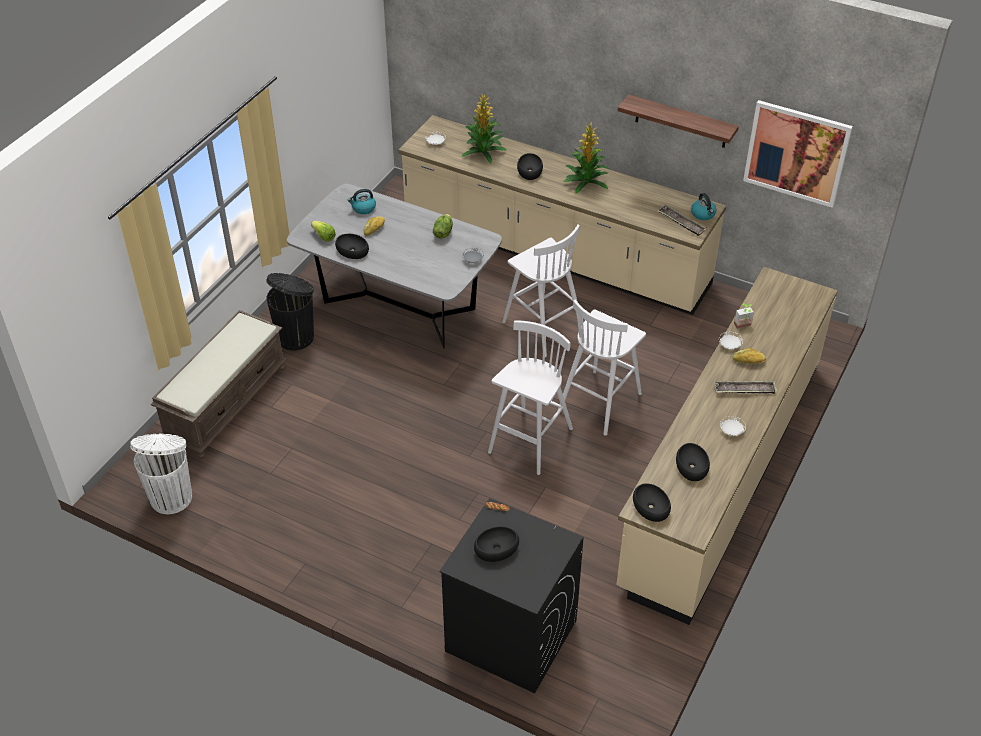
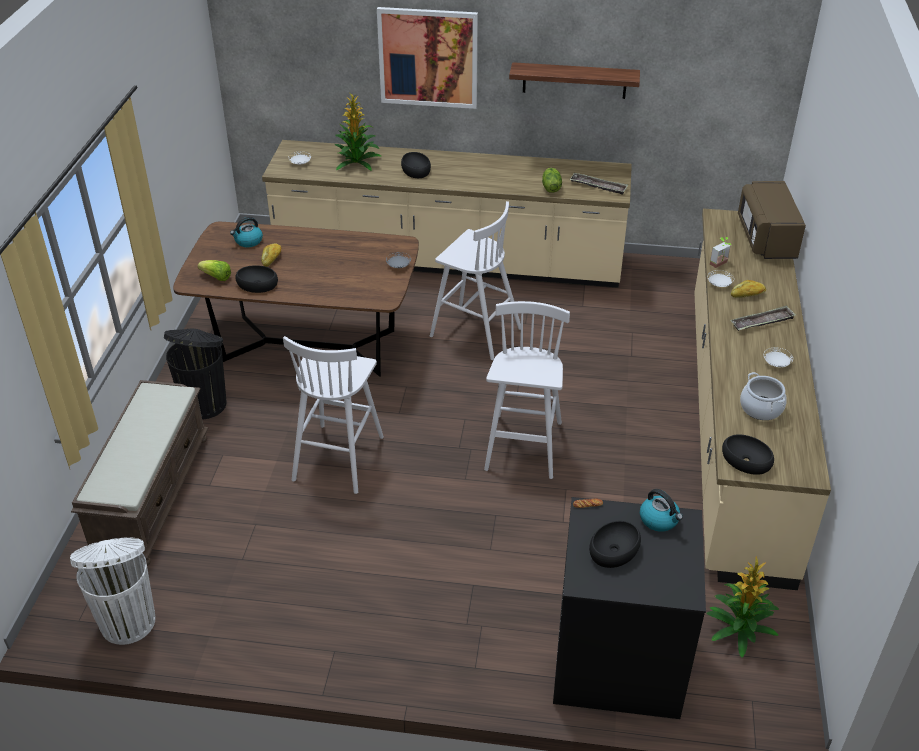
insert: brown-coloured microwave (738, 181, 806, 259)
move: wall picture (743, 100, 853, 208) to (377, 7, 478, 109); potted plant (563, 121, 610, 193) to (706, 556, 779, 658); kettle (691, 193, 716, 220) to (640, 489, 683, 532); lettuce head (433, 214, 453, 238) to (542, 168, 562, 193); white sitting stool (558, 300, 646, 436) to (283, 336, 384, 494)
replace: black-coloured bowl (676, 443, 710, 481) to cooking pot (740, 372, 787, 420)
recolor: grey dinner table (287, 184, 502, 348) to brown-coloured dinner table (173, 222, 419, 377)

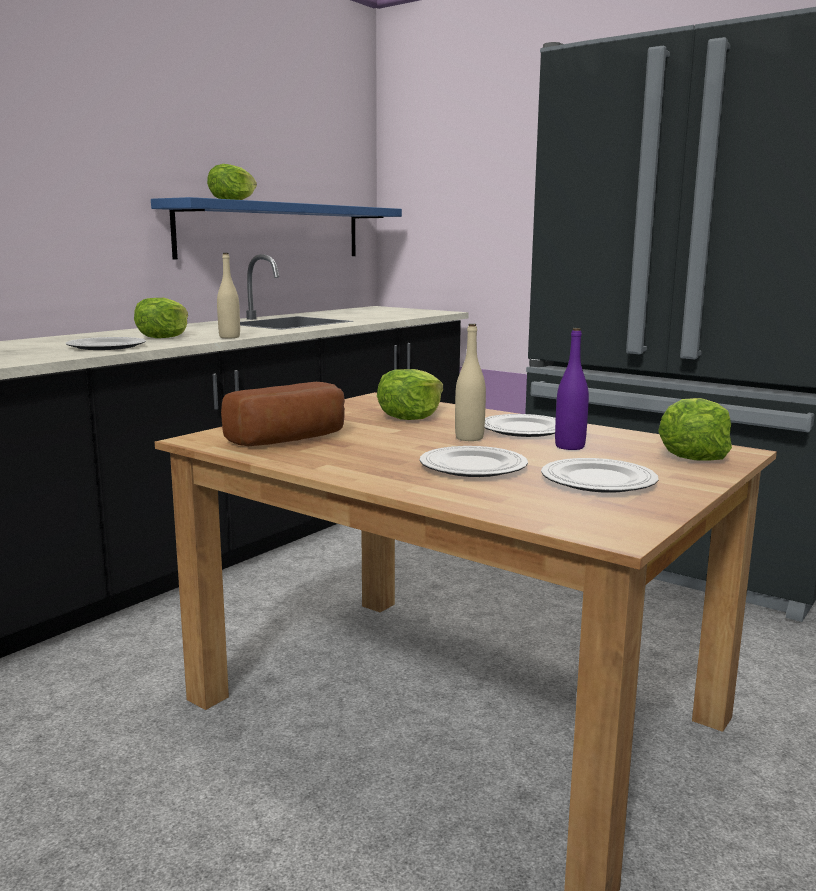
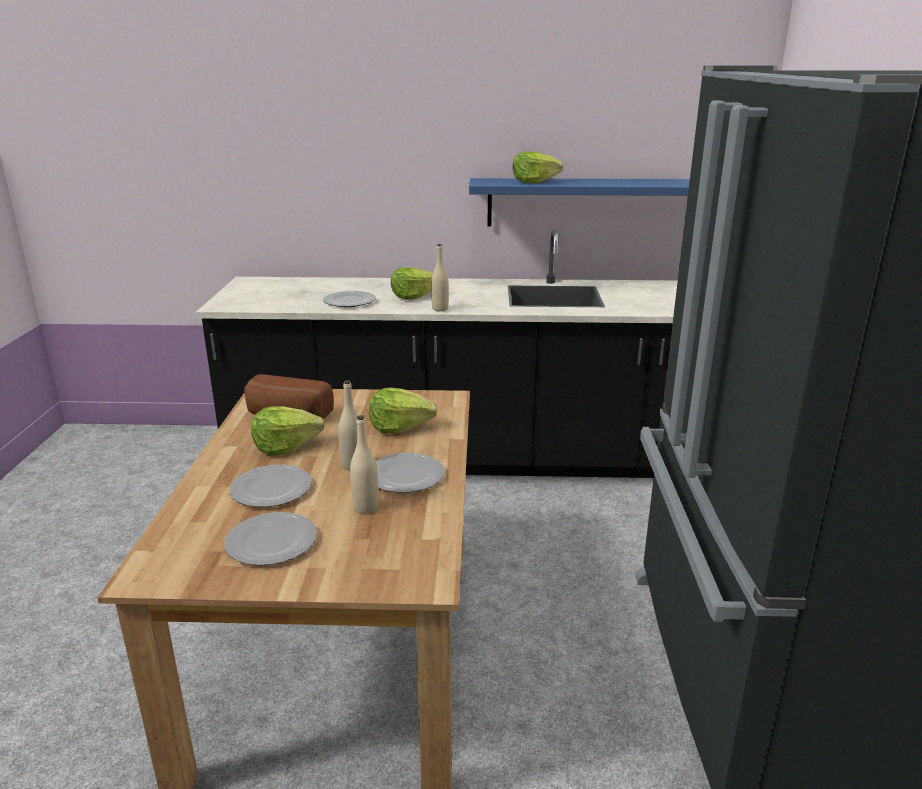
move: lettuce head (658, 398, 732, 461) to (251, 406, 325, 455)
recolor: purple drink bottle (555, 328, 589, 450) to beige drink bottle (350, 415, 379, 514)

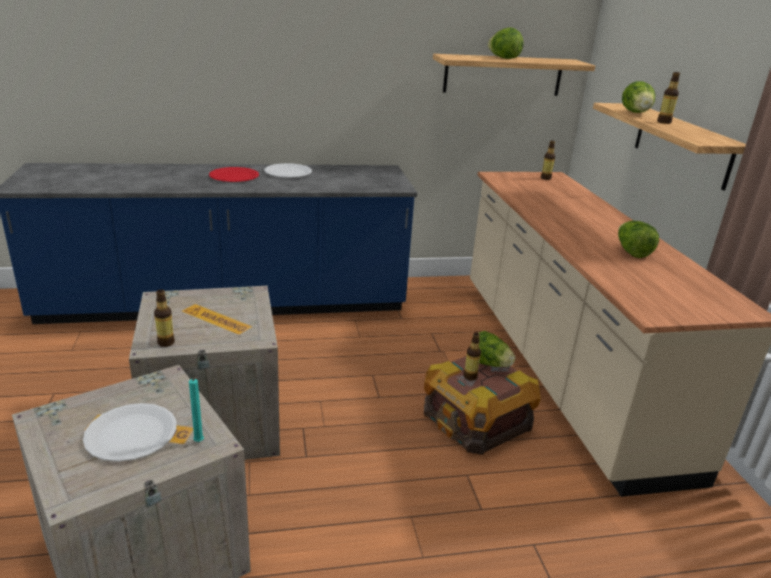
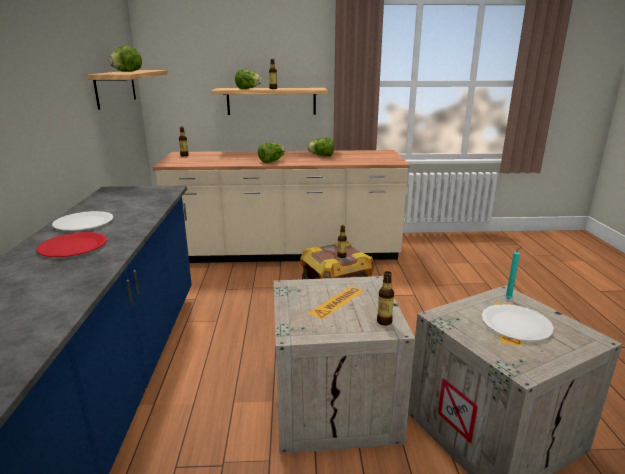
move: lettuce head (470, 331, 515, 367) to (258, 142, 285, 163)

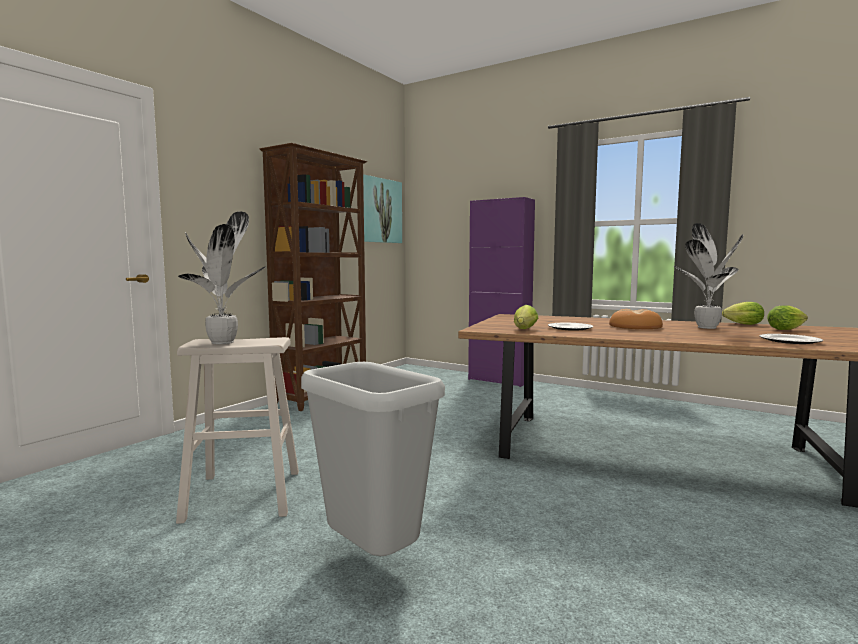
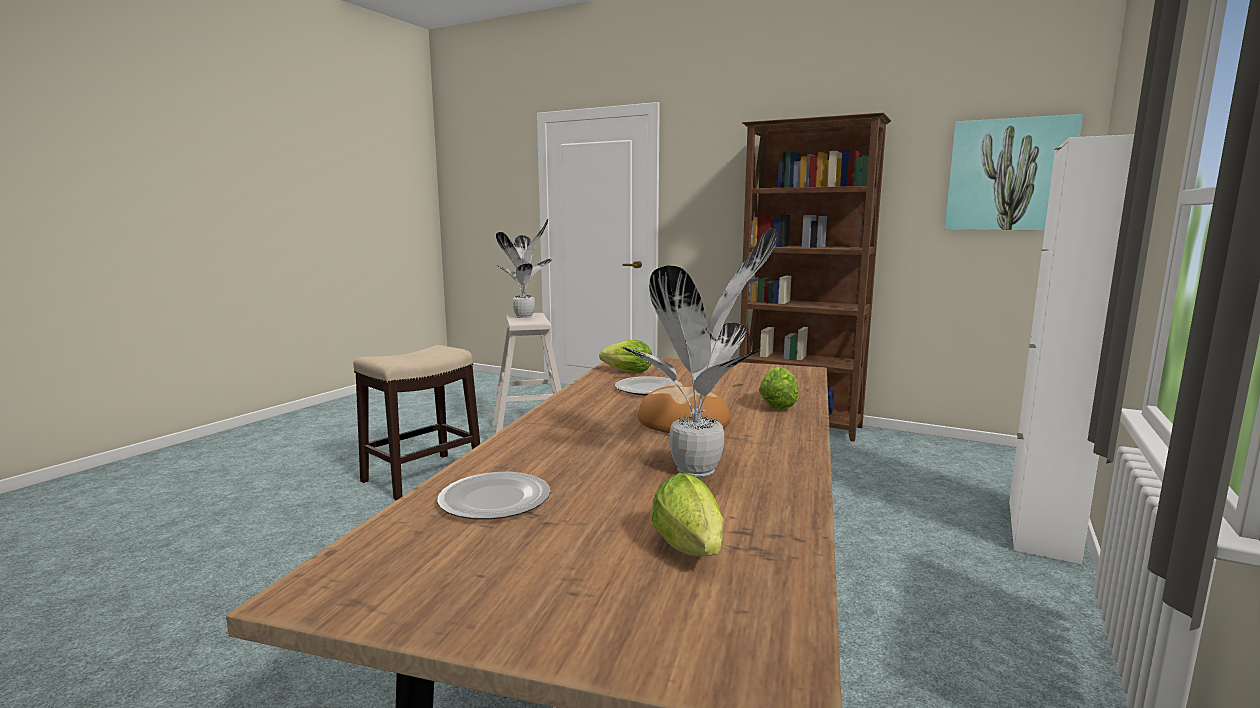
move: lettuce head (722, 302, 764, 325) to (759, 367, 798, 410)
replace: grey trash can (301, 362, 445, 556) to sitting stool (353, 345, 480, 500)
recolor: purple cupboard (468, 197, 535, 387) to white cupboard (1009, 134, 1134, 564)

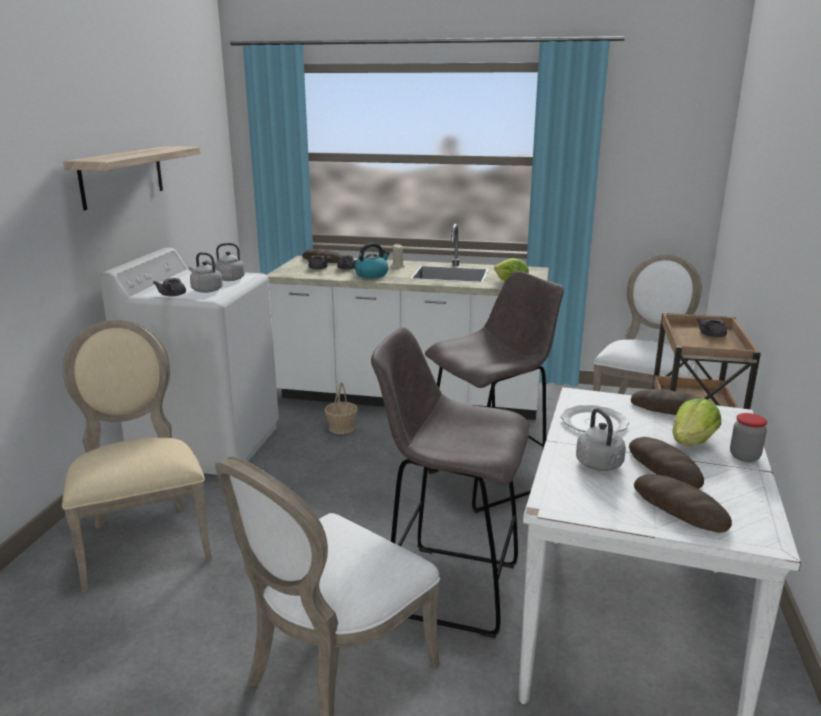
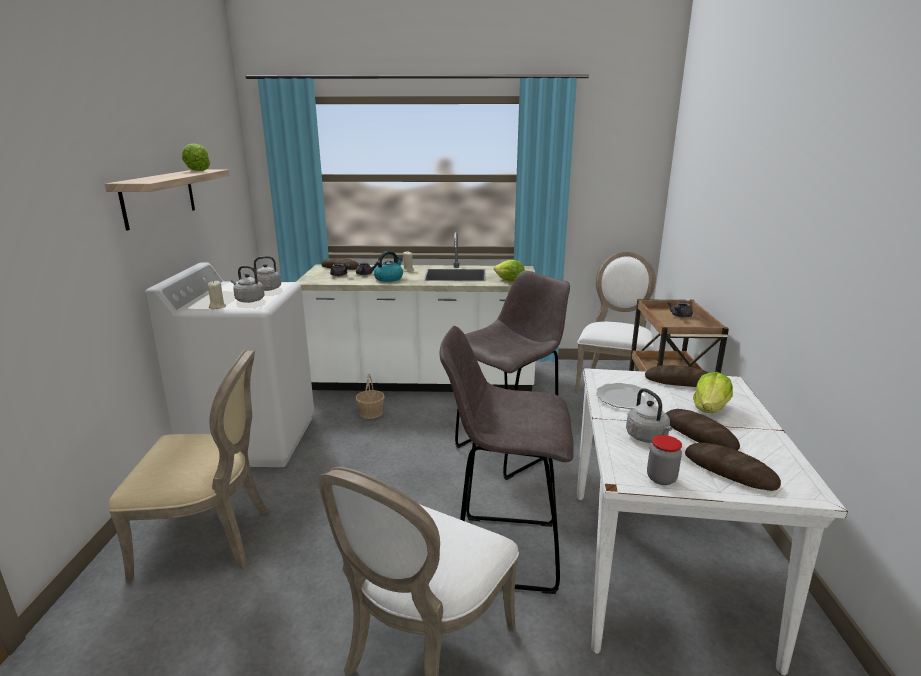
insert: lettuce head (182, 143, 210, 171)
move: preserve jar (730, 413, 767, 462) to (647, 435, 682, 485)
replace: grey tea pot (153, 278, 186, 296) to beige wax light (208, 280, 226, 309)
rotate: beige upright chair (62, 320, 212, 592) = (108, 349, 269, 583) 120 degrees clockwise

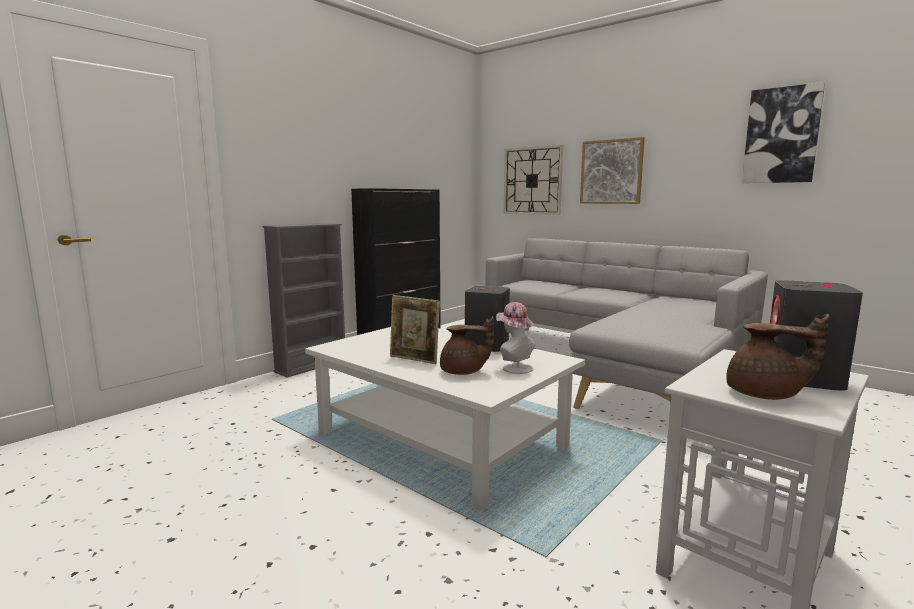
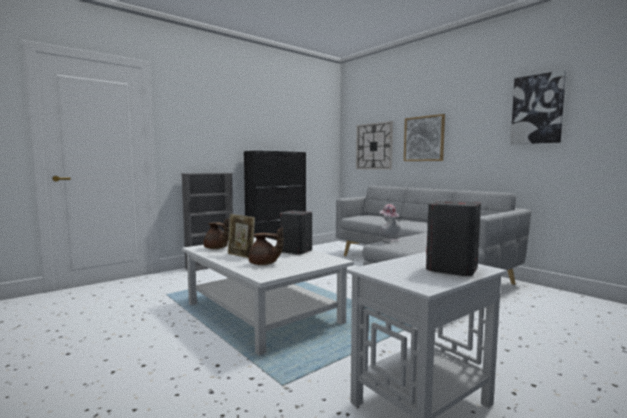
move: hat (496, 302, 535, 374) to (379, 204, 401, 242); brown-coloured tea pot (726, 314, 829, 400) to (204, 218, 229, 249)

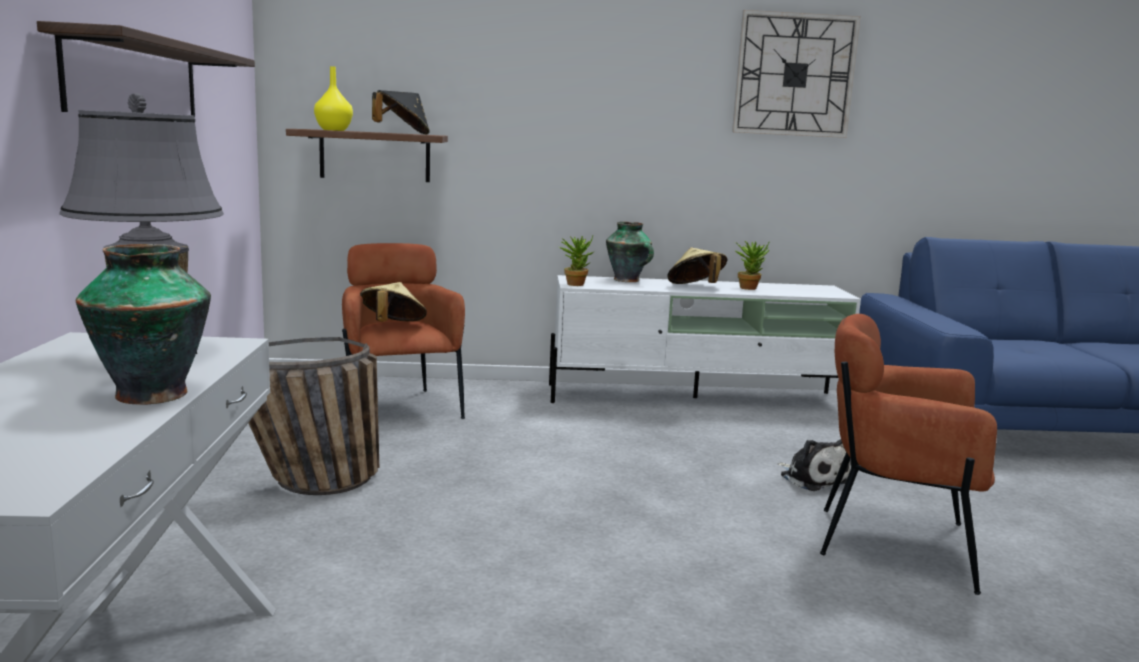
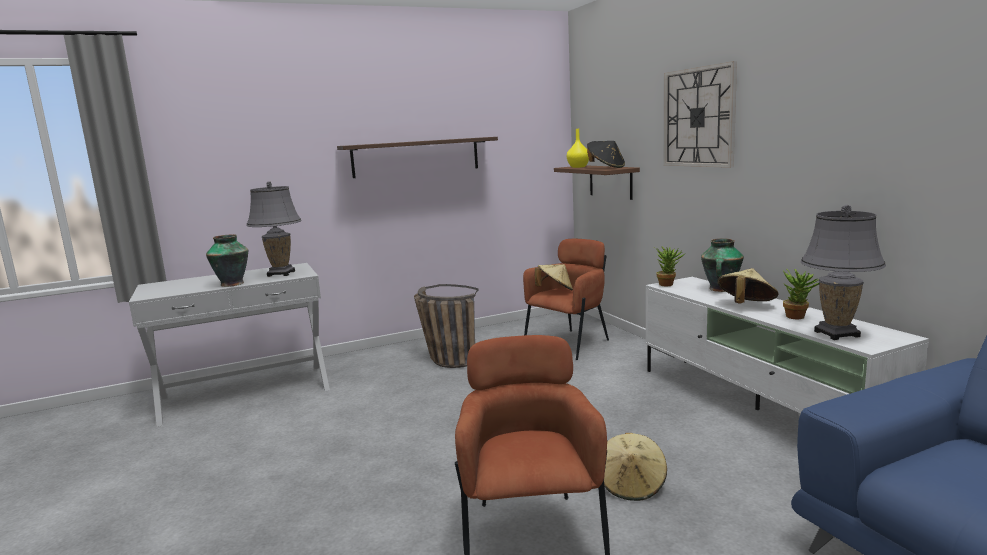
insert: grey tabletop lamp (801, 205, 886, 340)
move: hanging clock (732, 10, 861, 138) to (664, 61, 737, 168)
replace: cuddly toy (777, 439, 850, 491) to beige hat (604, 433, 667, 501)

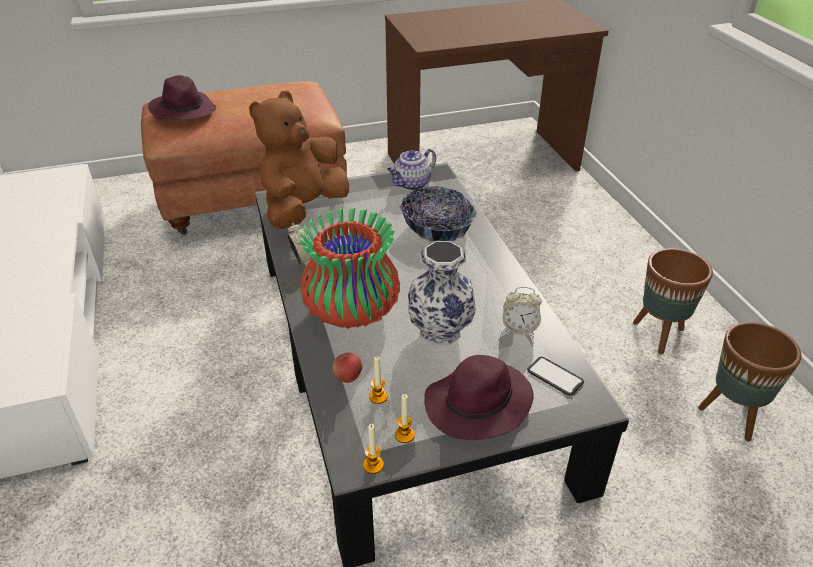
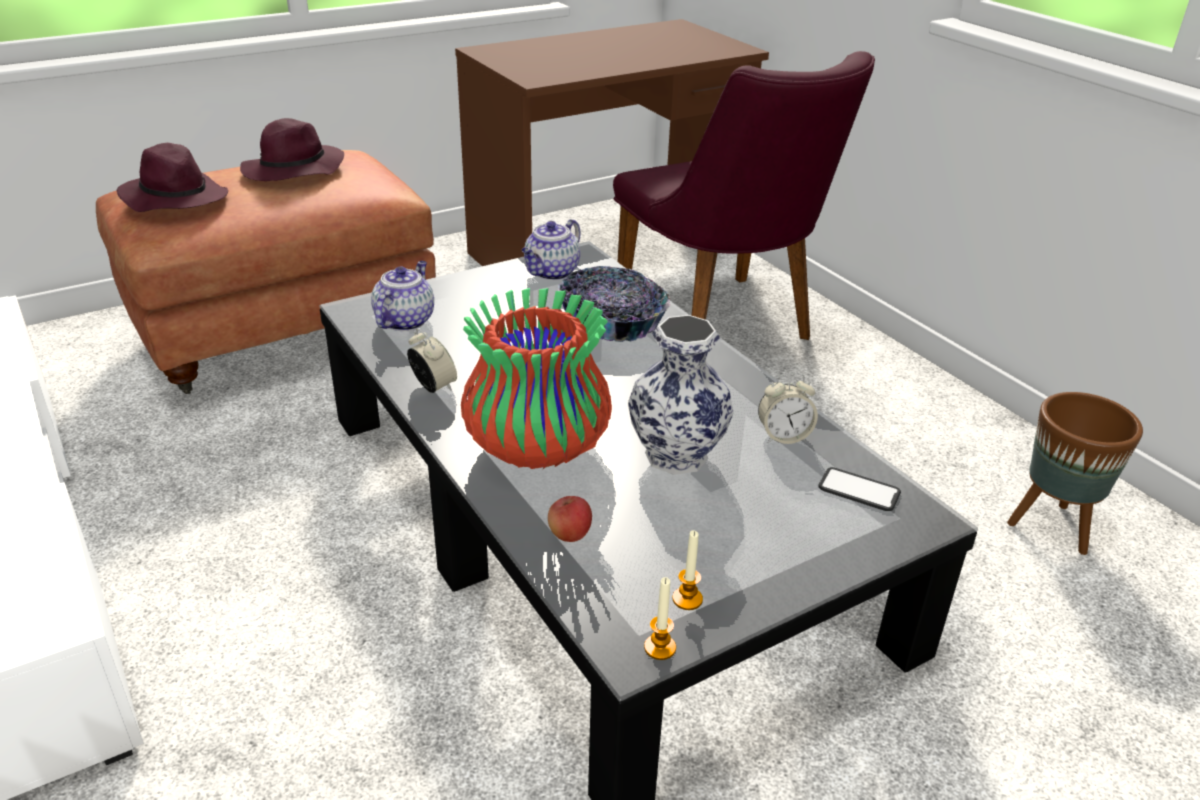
delete: brown-coloured flower pot (633, 248, 713, 354); wax light (369, 357, 388, 404)
insert: purple upright chair (613, 51, 875, 340)
move: purple hat (424, 355, 534, 440) to (240, 118, 344, 181)
replace: brown-coloured cuddly toy (249, 91, 349, 229) to tea pot (371, 261, 434, 331)

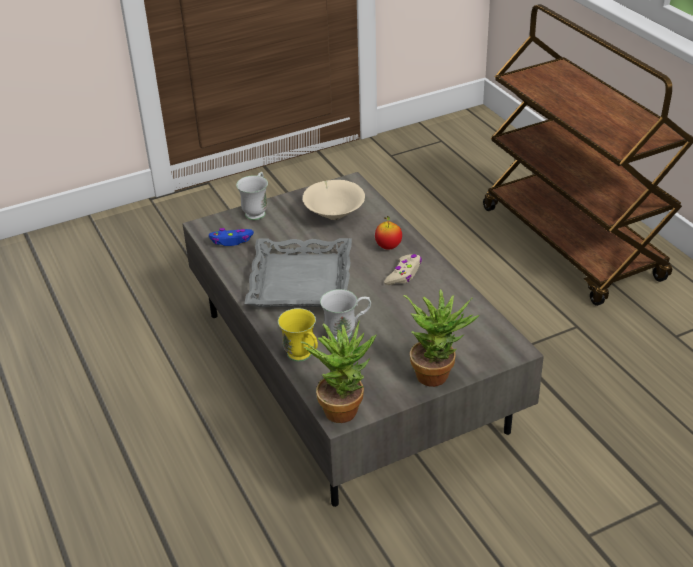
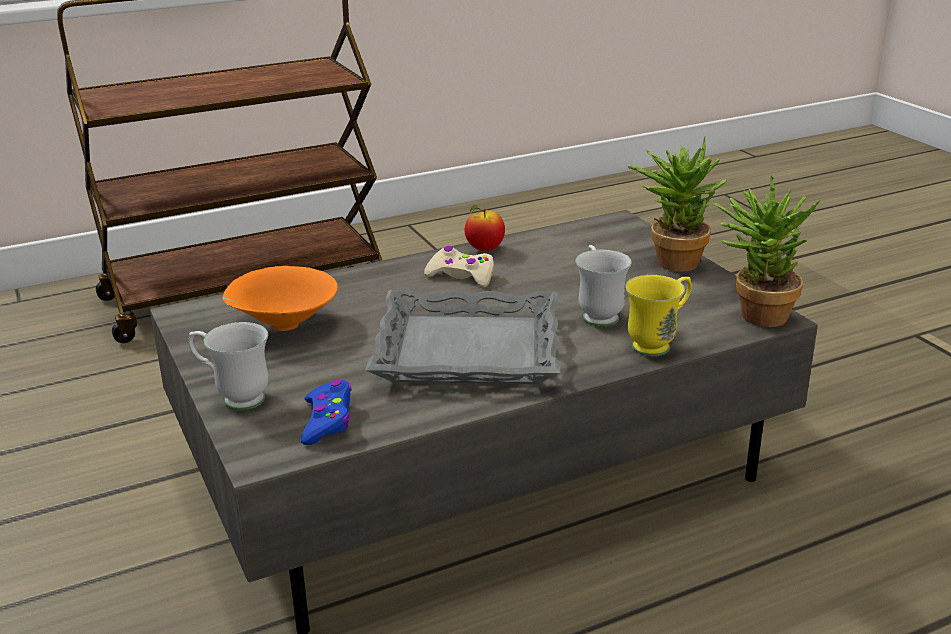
move: apple (375, 216, 402, 250) to (464, 205, 505, 251)
recolor: beige bowl (302, 180, 365, 220) to orange bowl (222, 266, 338, 331)

